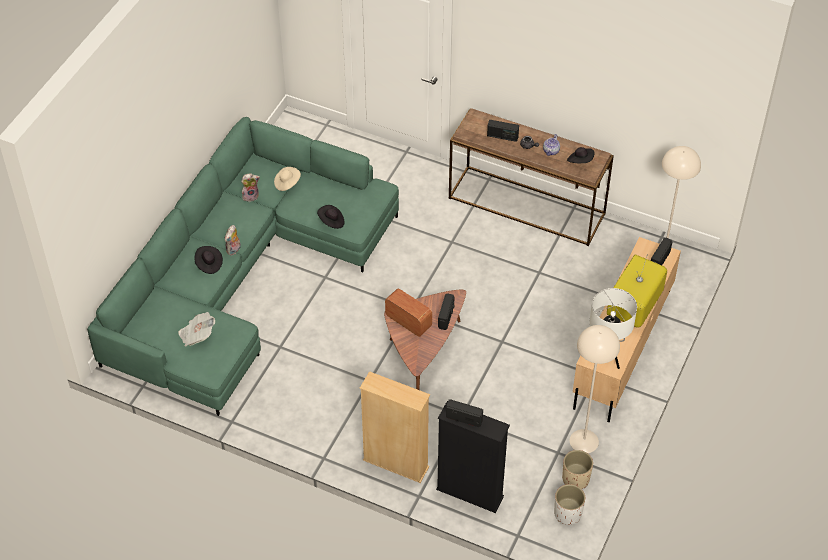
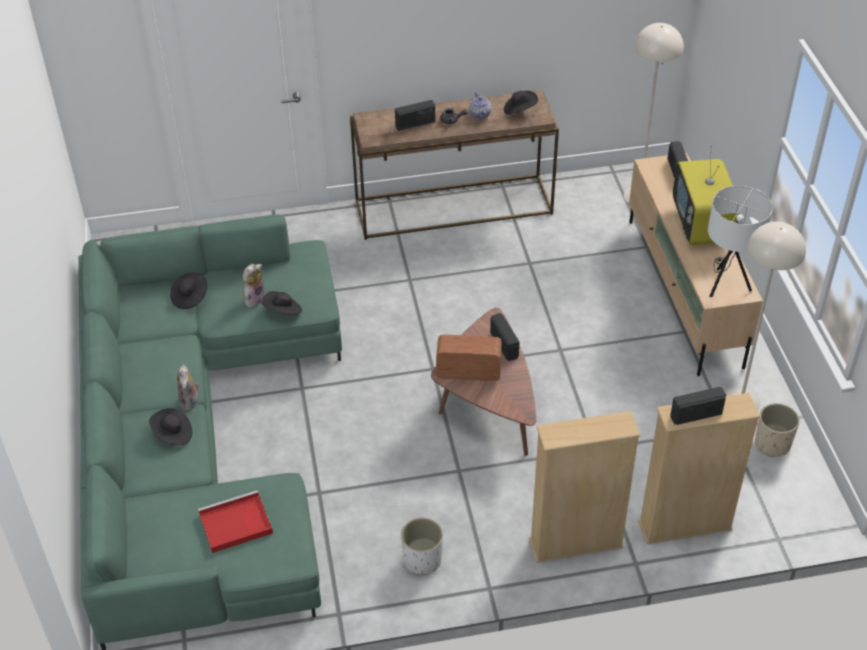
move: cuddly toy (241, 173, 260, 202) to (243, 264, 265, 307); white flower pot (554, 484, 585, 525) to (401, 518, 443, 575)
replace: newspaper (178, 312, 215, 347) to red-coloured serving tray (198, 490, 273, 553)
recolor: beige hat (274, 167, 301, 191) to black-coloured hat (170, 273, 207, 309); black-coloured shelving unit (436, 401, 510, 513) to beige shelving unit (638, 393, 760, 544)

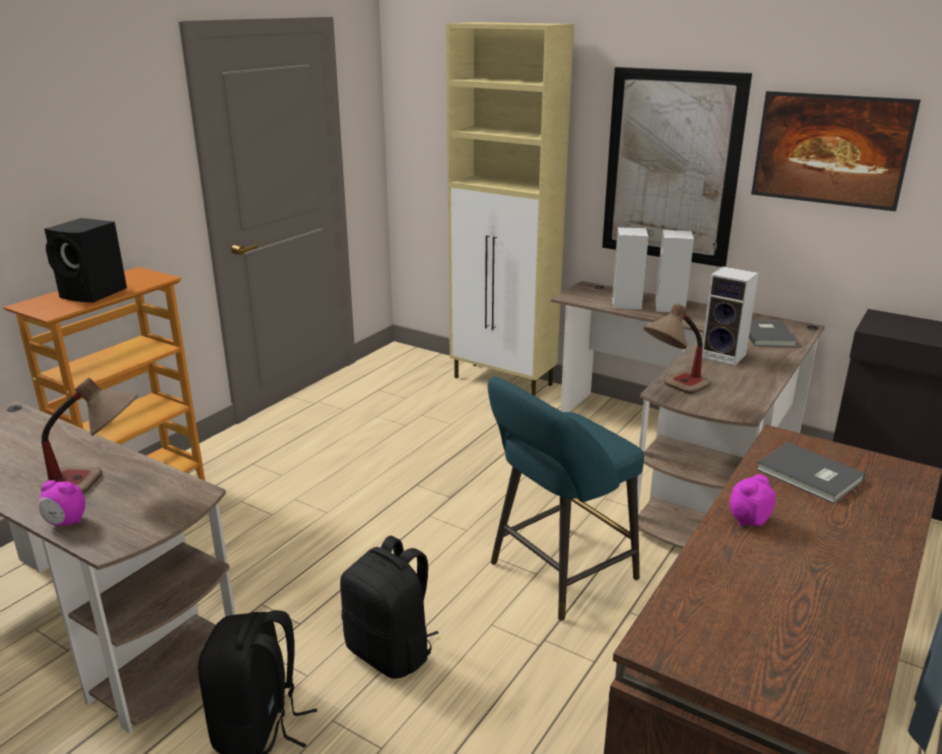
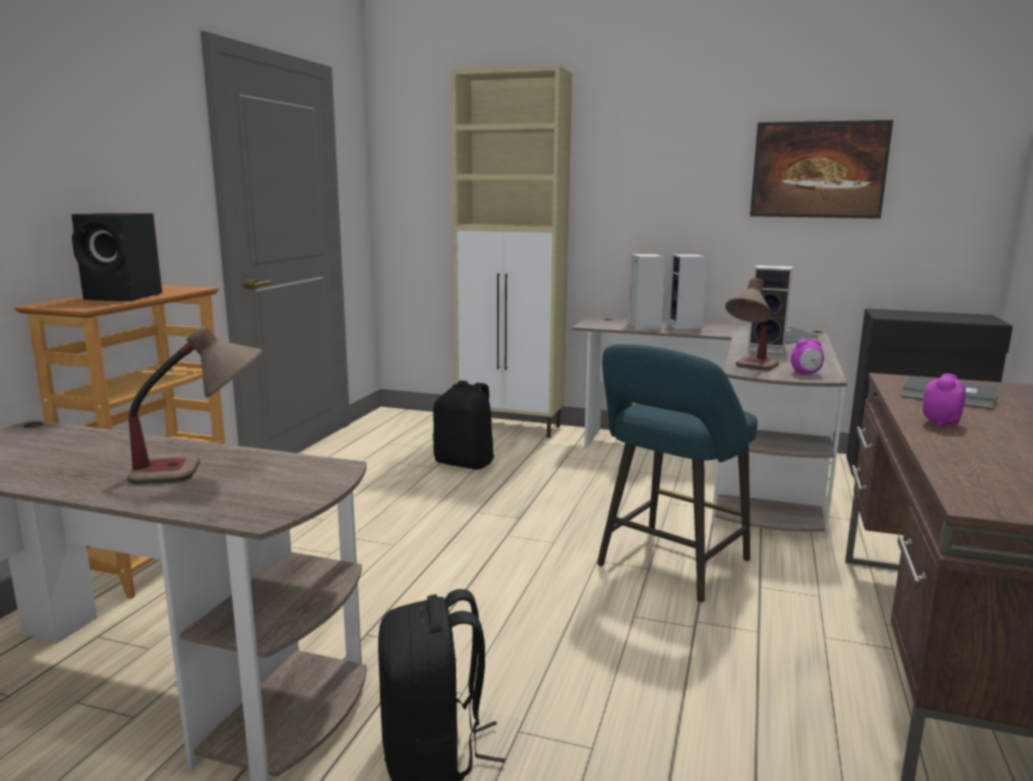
delete: wall picture (602, 67, 752, 267)
move: bedside clock (39, 480, 85, 526) to (791, 339, 824, 375); black-coloured rucksack (340, 536, 439, 679) to (433, 380, 494, 470)

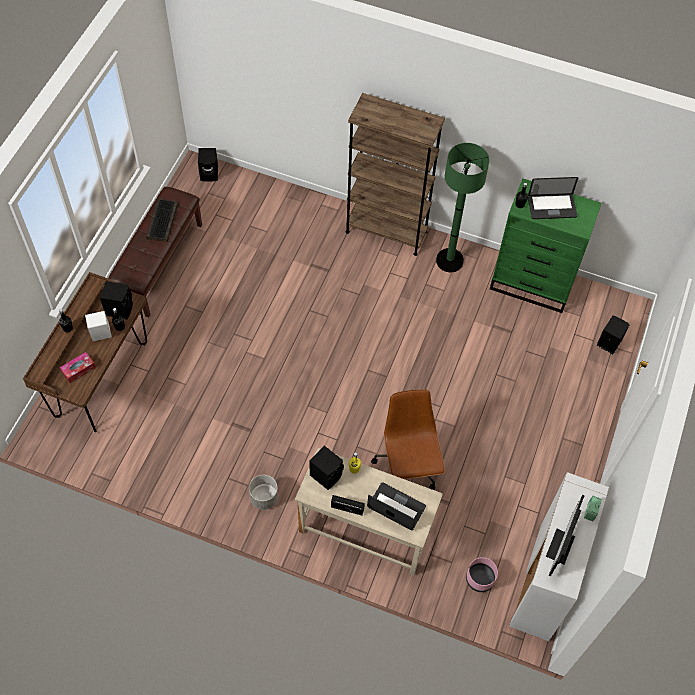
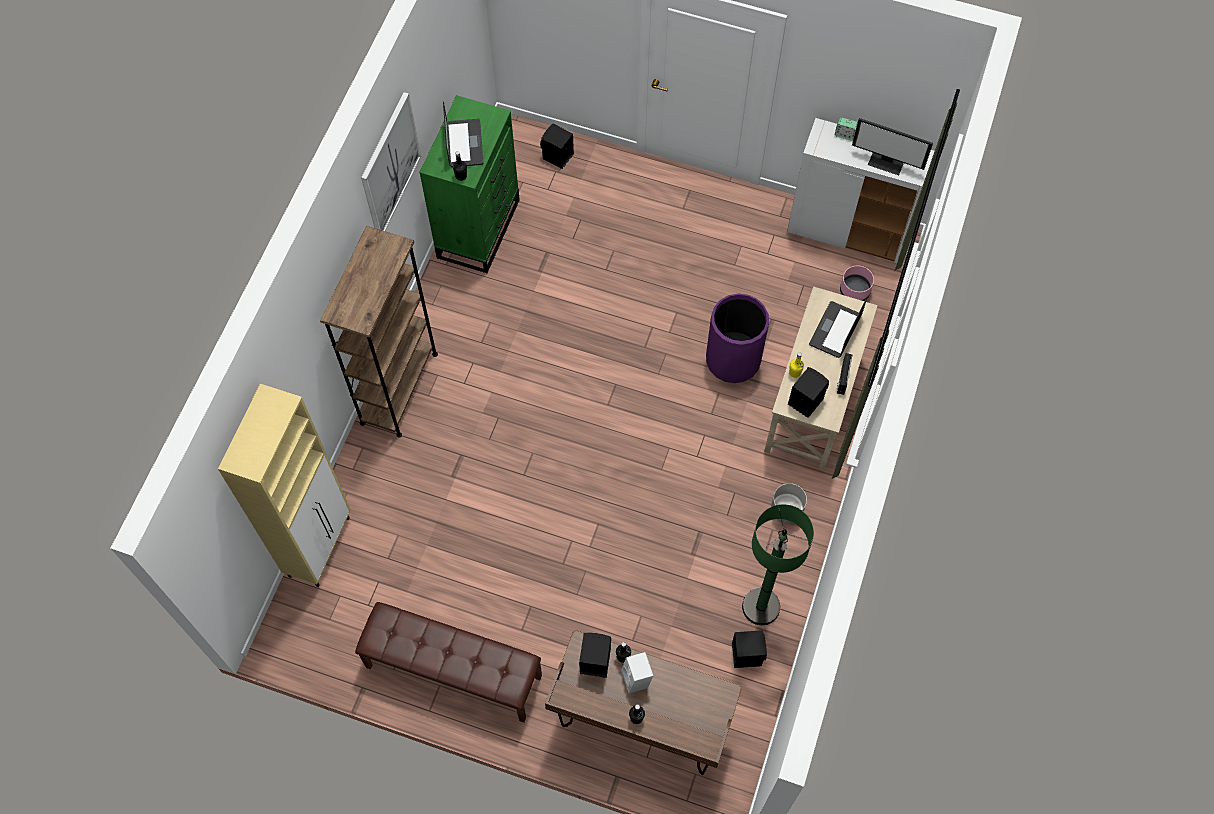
delete: keyboard (146, 199, 178, 242); tissue holder (60, 352, 96, 383)
insert: wall picture (361, 92, 421, 231); beige cupboard (218, 384, 351, 587)
move: greenish floor lamp (436, 143, 489, 272) to (742, 504, 814, 625); black-coloured audio speaker (198, 148, 218, 182) to (732, 630, 767, 668)
replace: brown-coloured desk chair (371, 389, 445, 490) to purple trash can (706, 294, 769, 383)

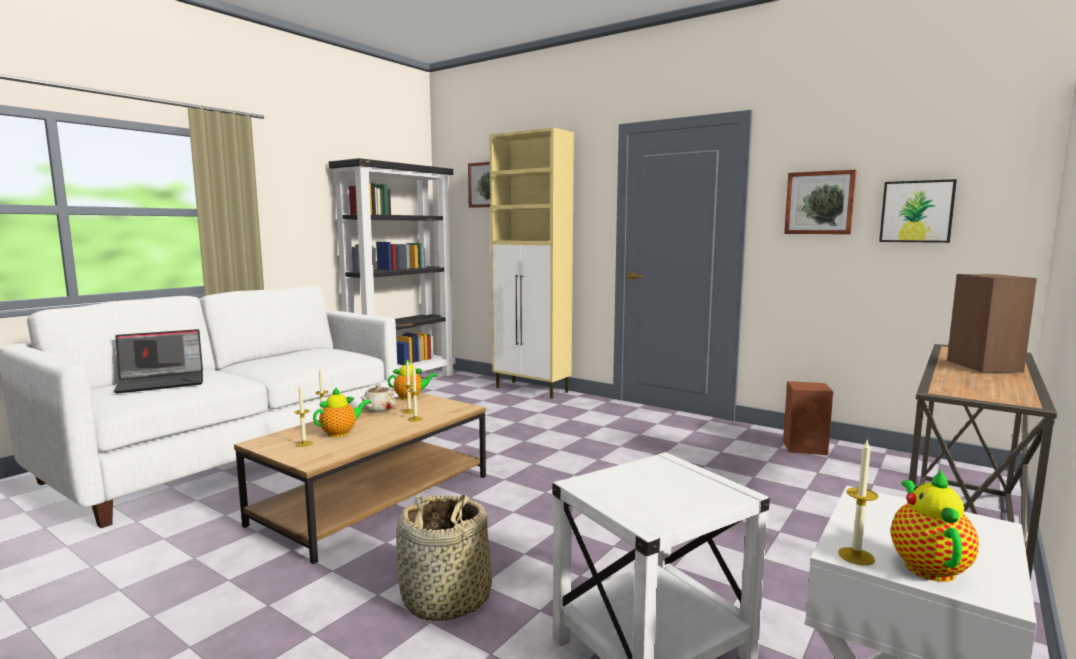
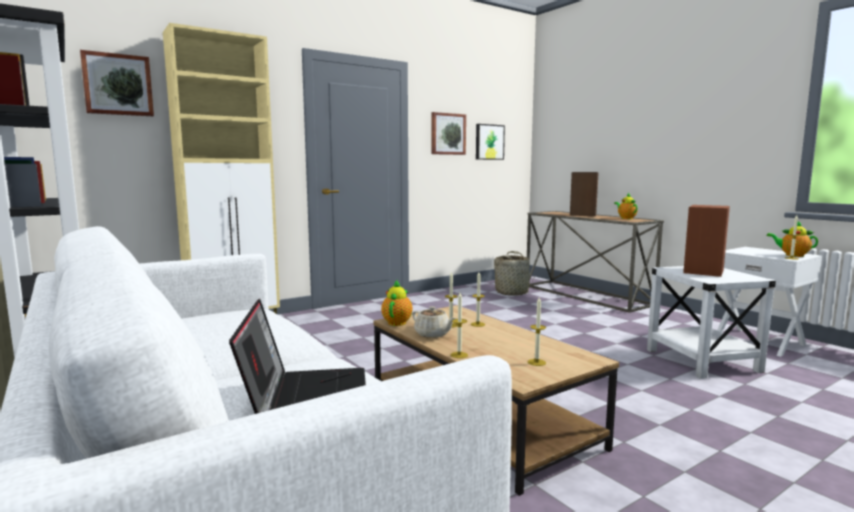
move: brown-coloured audio speaker (783, 381, 833, 455) to (683, 205, 730, 277); tea pot (313, 387, 371, 437) to (614, 193, 638, 219); household basket (396, 494, 492, 621) to (494, 251, 532, 296)

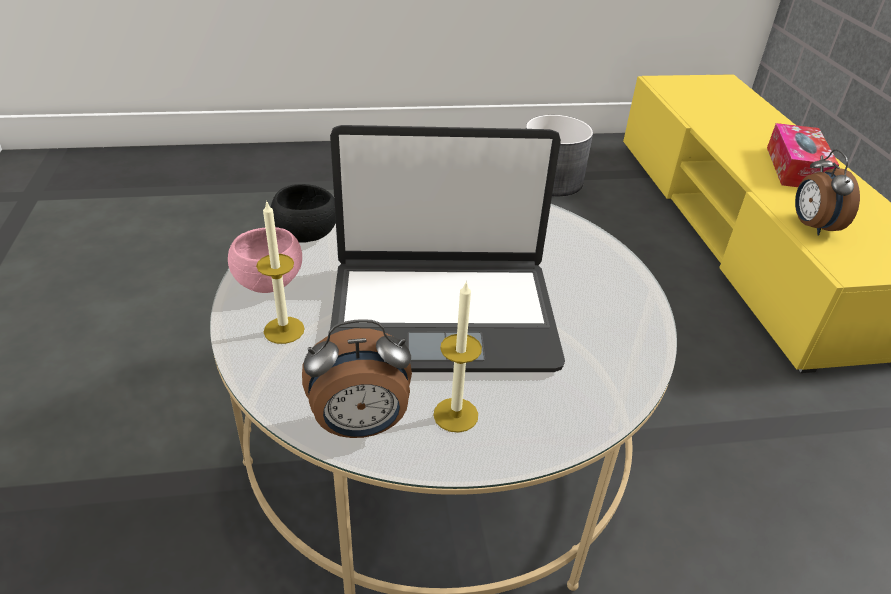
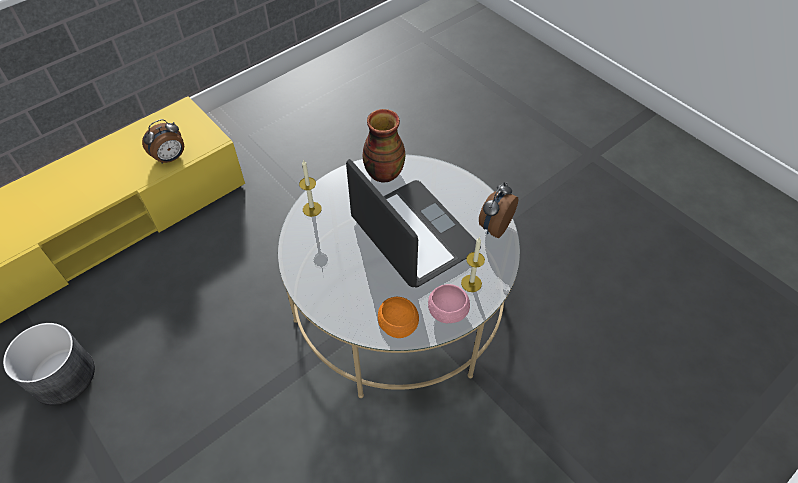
delete: tissue holder (767, 123, 839, 187)
insert: vase (363, 109, 405, 183)
move: wax light (434, 280, 482, 433) to (299, 160, 322, 217)
recolor: black-coloured bowl (271, 184, 336, 243) to orange bowl (378, 297, 419, 338)
rotate: bedside clock (302, 319, 412, 438) = (479, 182, 518, 238) 105 degrees counterclockwise

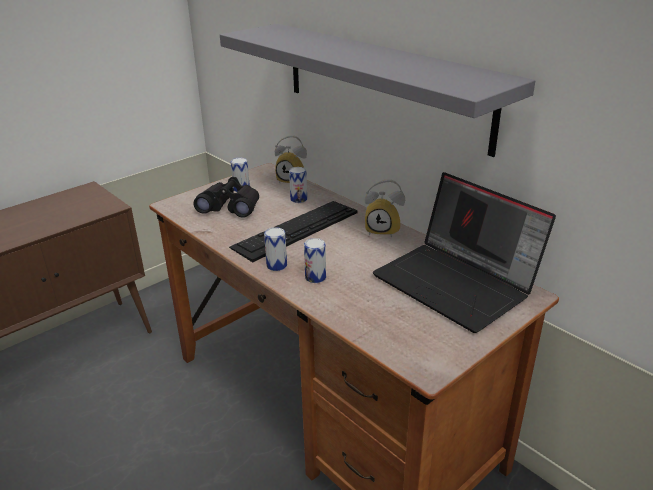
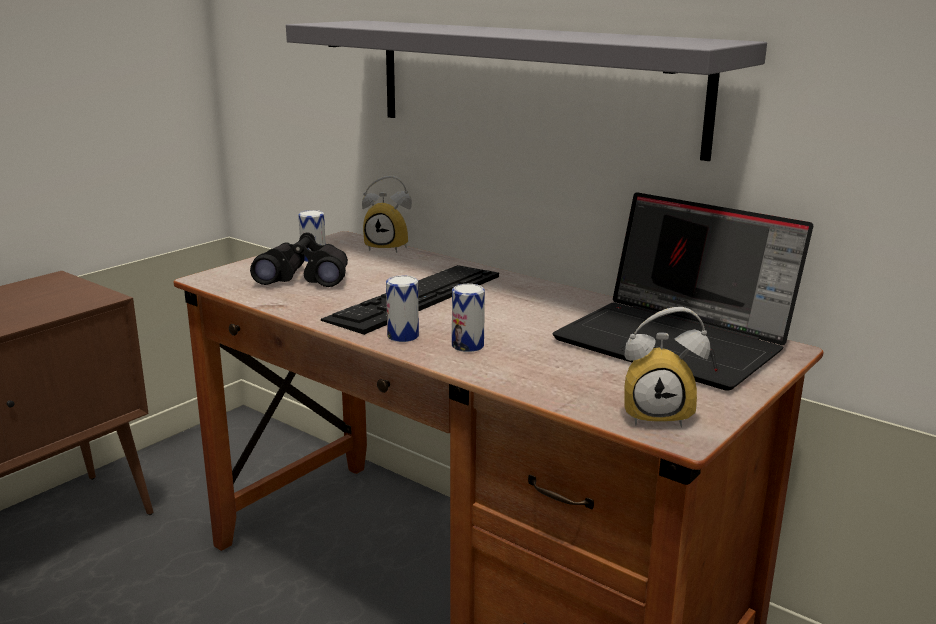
delete: can (289, 167, 307, 203)
move: bedside clock (365, 179, 405, 238) to (624, 307, 710, 427)

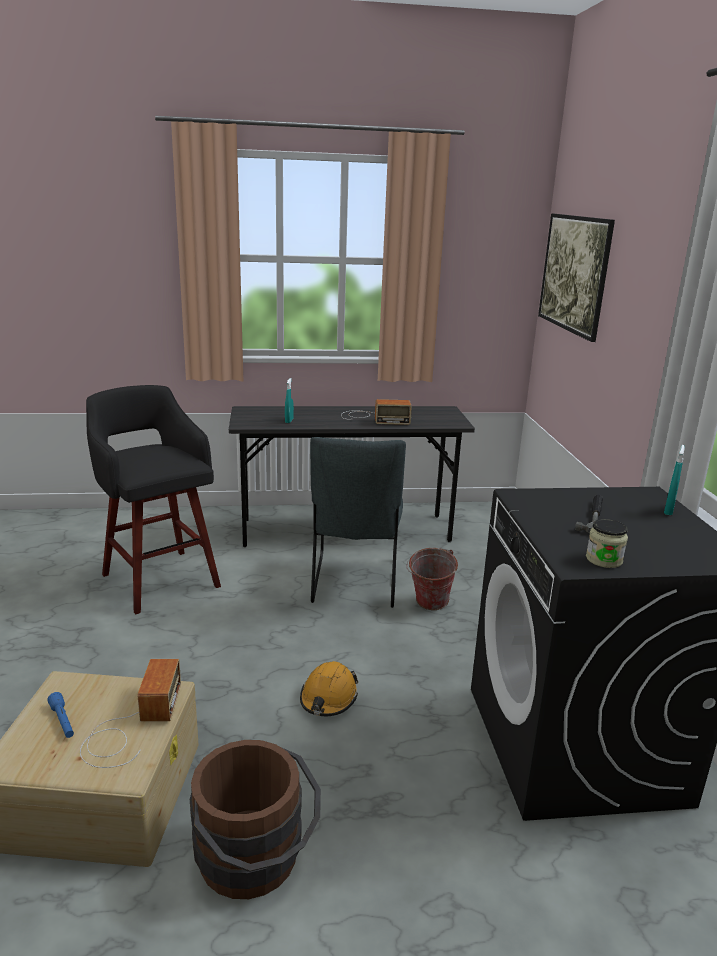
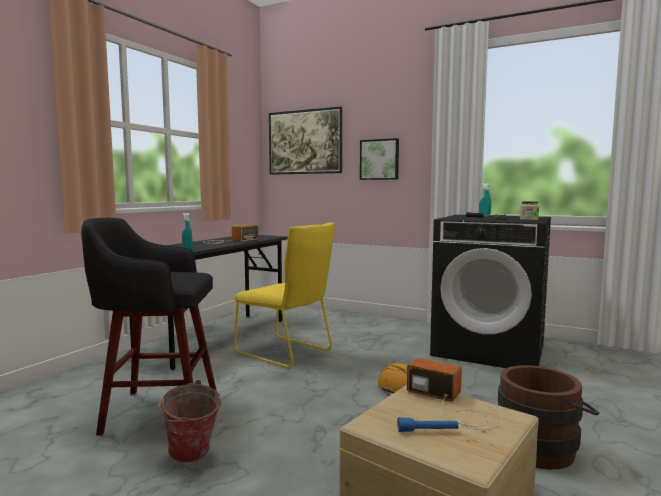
insert: wall picture (360, 138, 399, 180)
move: water bucket (406, 548, 458, 610) to (157, 380, 221, 462)
recolor: grey upright chair (310, 437, 406, 608) to yellow-coloured upright chair (234, 222, 335, 368)

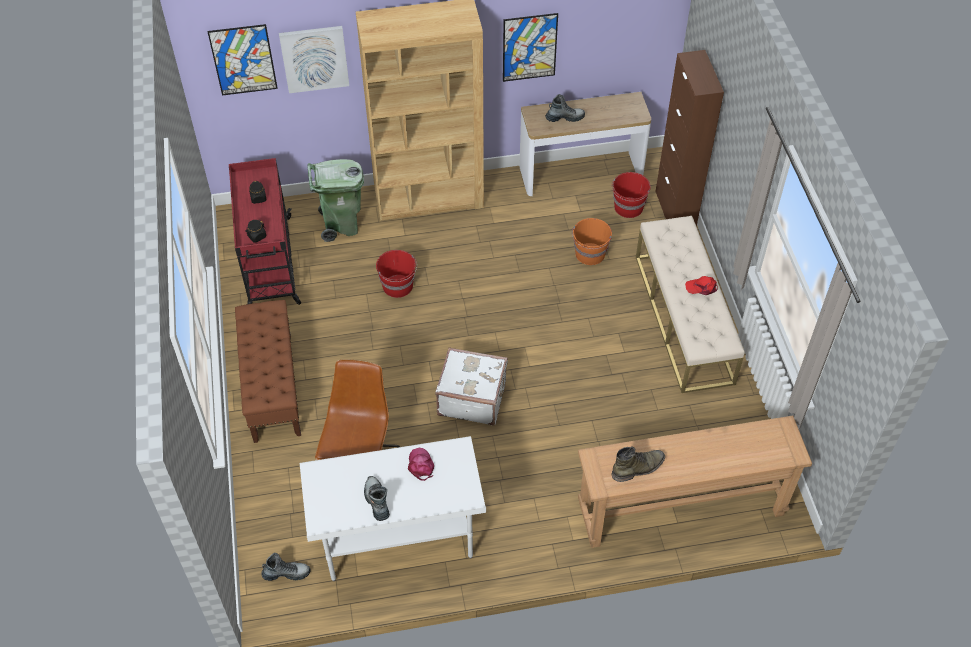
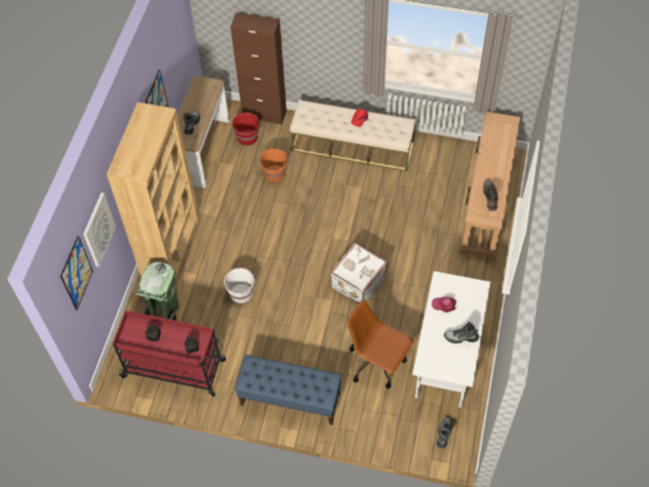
recolor: red-coloured water bucket (376, 250, 417, 298) to white water bucket (224, 267, 256, 303); brown-coloured long seat (235, 300, 301, 443) to blue-coloured long seat (235, 355, 342, 425)

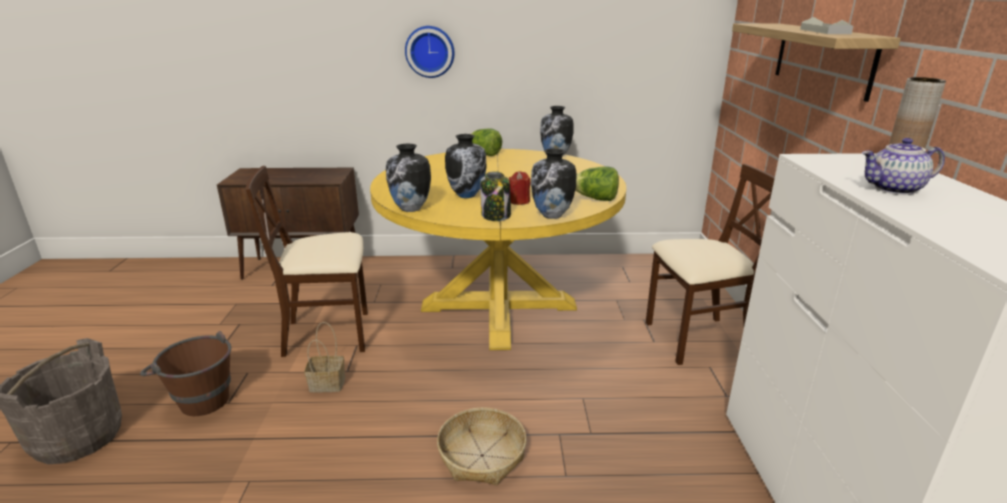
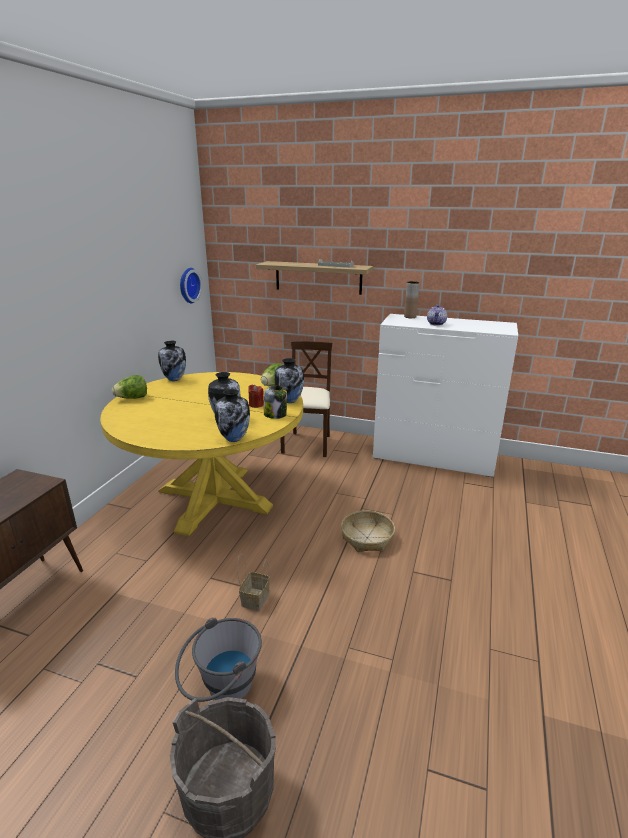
delete: beige upright chair (245, 166, 368, 357)
move: hanging clock (405, 26, 455, 78) to (180, 268, 202, 303)
recolor: brown-coloured water bucket (140, 331, 231, 416) to grey water bucket (175, 617, 262, 702)

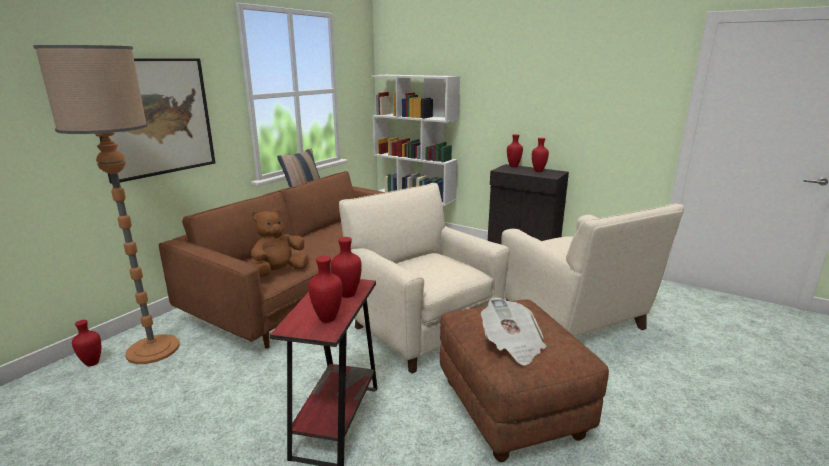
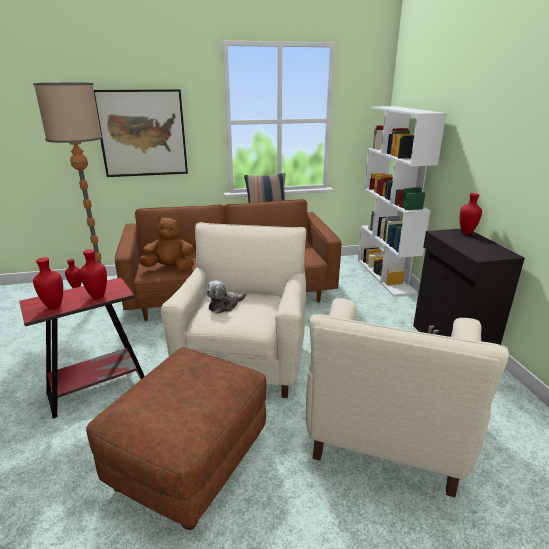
delete: red-coloured vase (532, 138, 549, 172); newspaper (481, 297, 546, 366)
insert: cuddly toy (206, 281, 246, 314)

